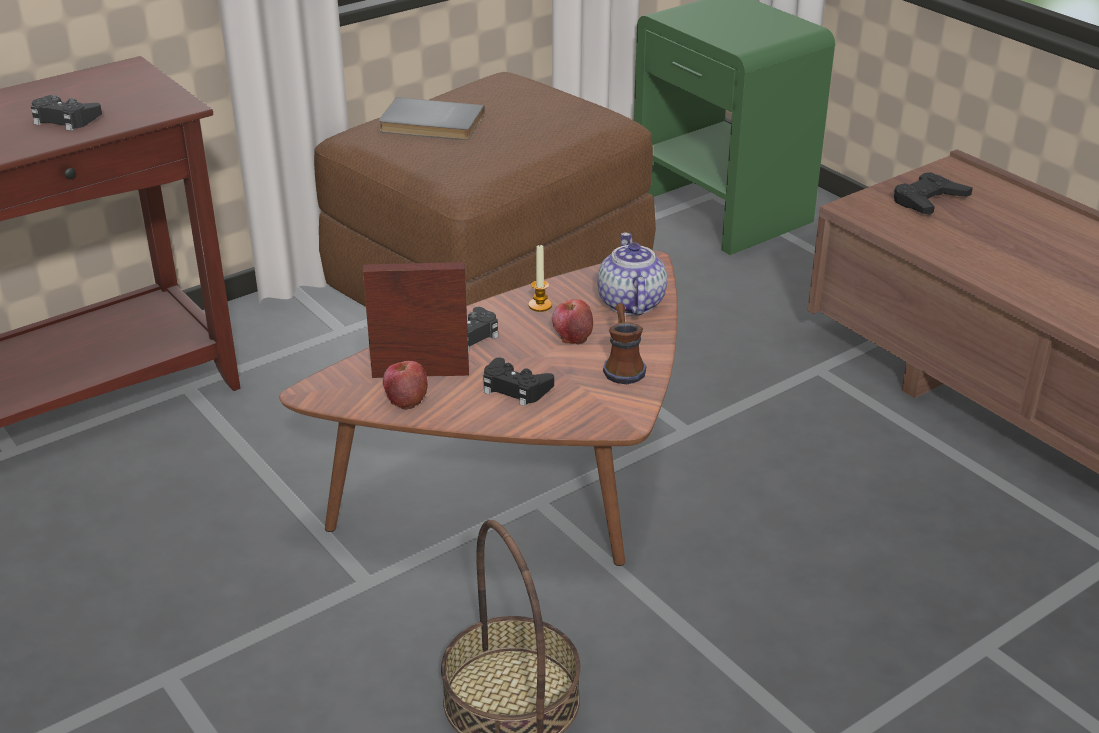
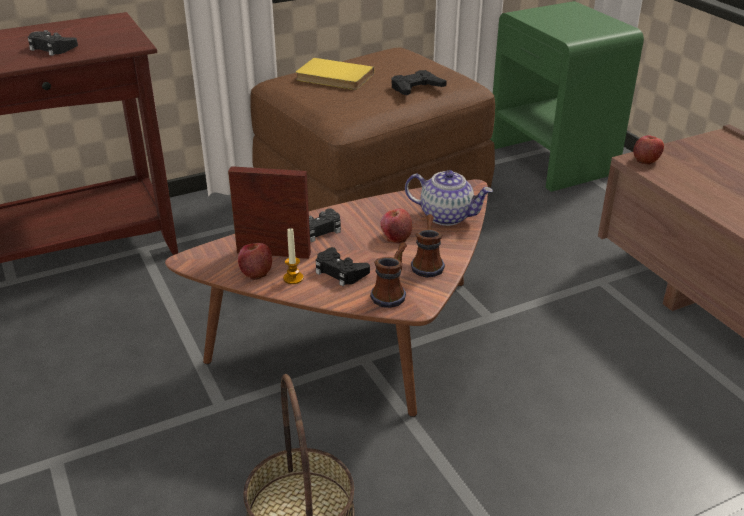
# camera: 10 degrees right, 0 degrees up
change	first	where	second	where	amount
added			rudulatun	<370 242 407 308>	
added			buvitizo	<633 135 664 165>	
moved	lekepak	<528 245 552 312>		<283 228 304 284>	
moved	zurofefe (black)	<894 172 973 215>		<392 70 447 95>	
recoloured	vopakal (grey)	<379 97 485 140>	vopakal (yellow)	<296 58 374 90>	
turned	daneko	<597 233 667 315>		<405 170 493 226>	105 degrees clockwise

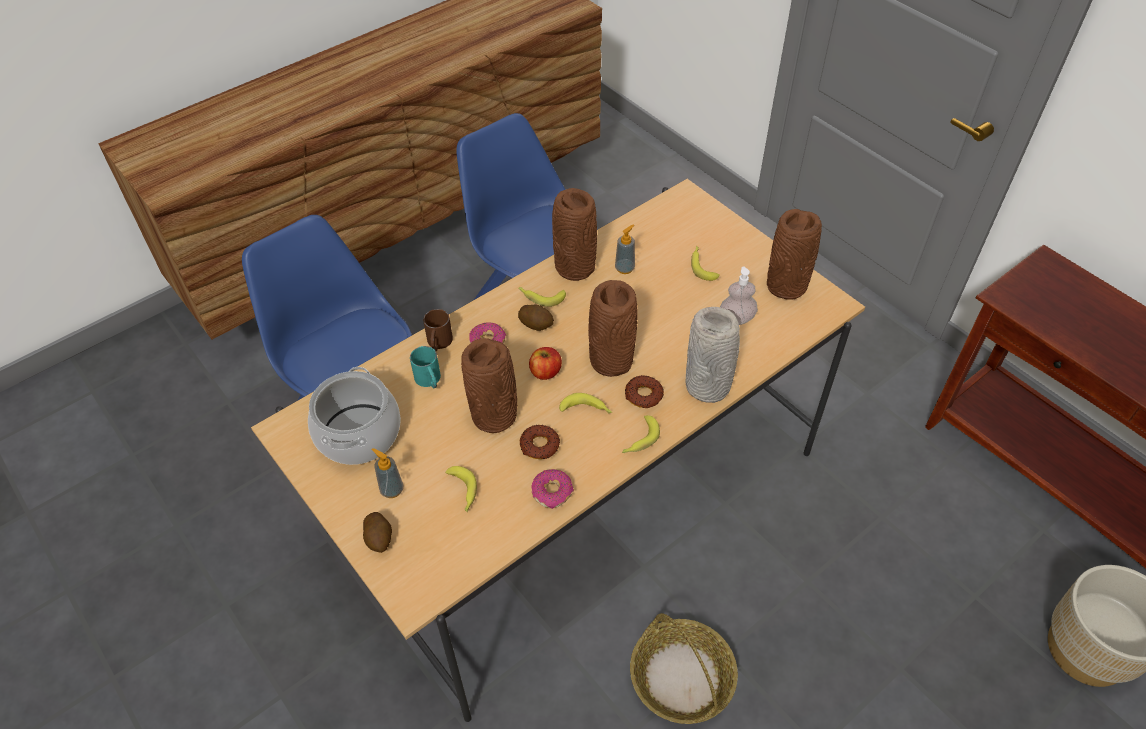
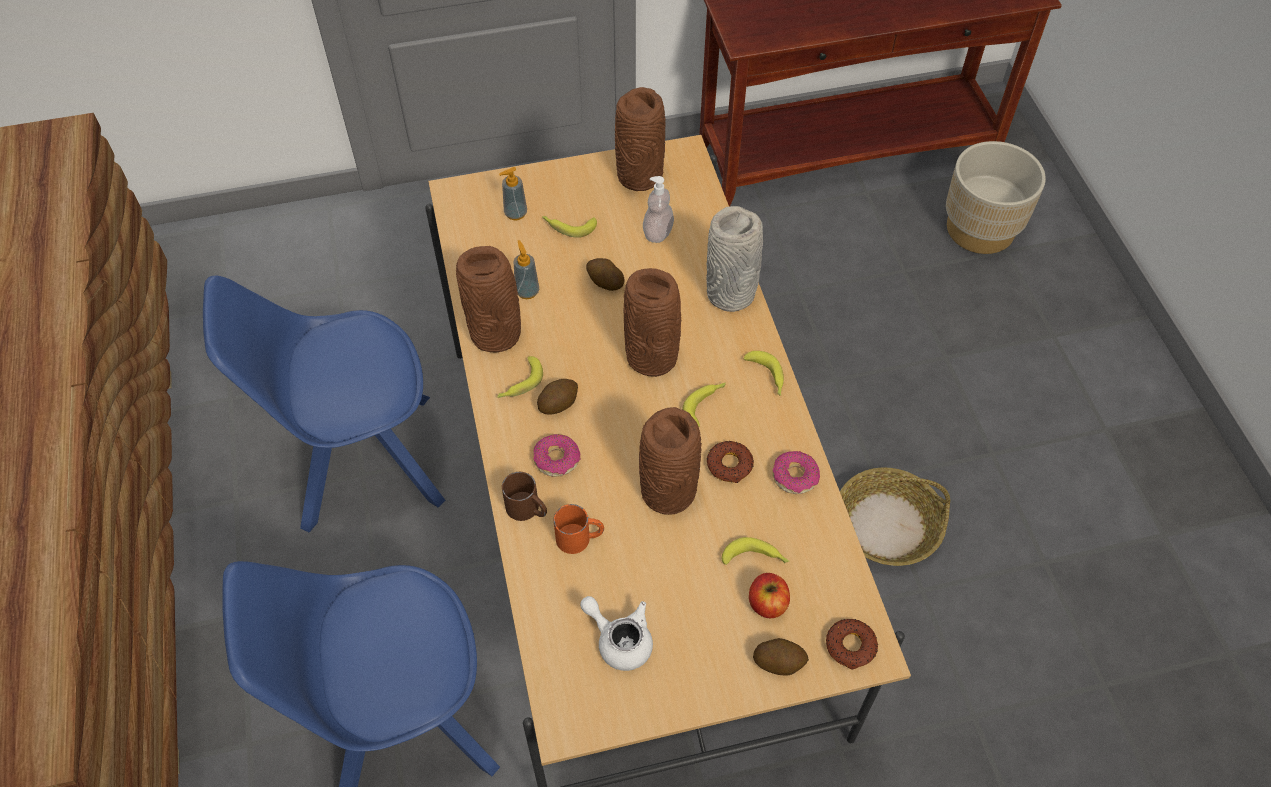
# camera: 65 degrees left, 5 degrees up
change	first	where	second	where	amount
added			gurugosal	<586 258 624 291>	
moved	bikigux	<372 448 404 498>		<499 167 527 220>	
moved	buvitizo	<529 347 562 380>		<749 573 790 618>	
moved	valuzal	<625 375 664 408>		<826 619 878 670>	
replaced	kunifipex	<308 367 401 465>	daneko (white)	<580 596 653 671>	
recoloured	rudulatun (turquoise)	<410 346 441 388>	rudulatun (orange)	<554 504 604 554>	

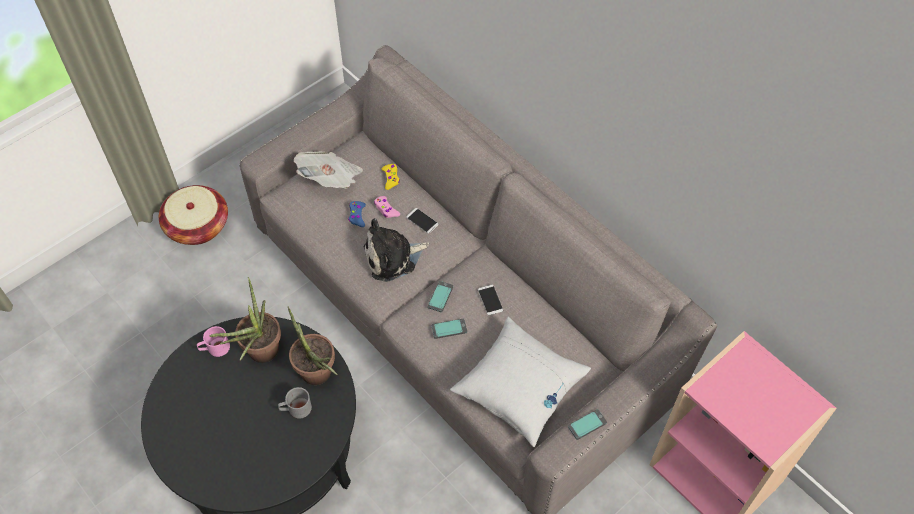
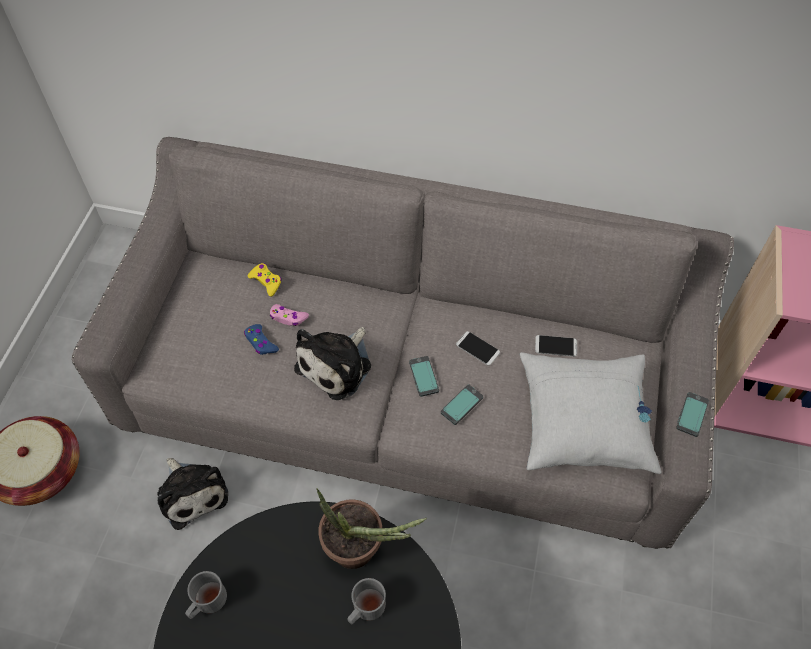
# camera: 35 degrees left, 0 degrees up
change	first	where	second	where	amount
removed	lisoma	<210 277 281 363>			
removed	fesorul	<294 152 363 189>			
added			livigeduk	<157 458 228 530>	
moved	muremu	<406 208 438 234>		<535 335 577 357>	
recoloured	rudulatun (pink)	<197 326 230 357>	rudulatun (grey)	<185 571 227 619>	

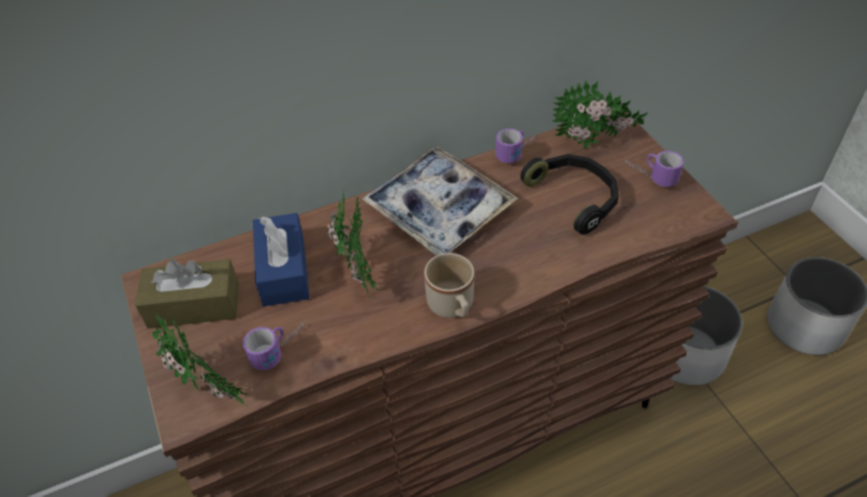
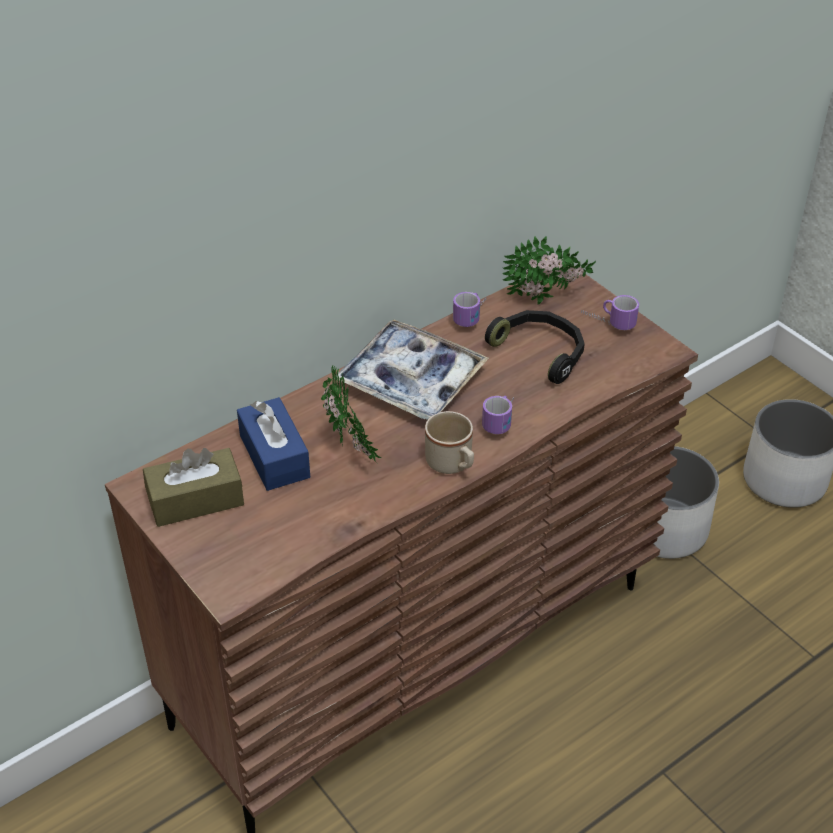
# camera: 15 degrees left, 5 degrees down
change	first	where	second	where	amount
removed	lisoma	<153 314 249 406>			
moved	rudulatun	<243 323 304 370>		<482 396 514 434>	

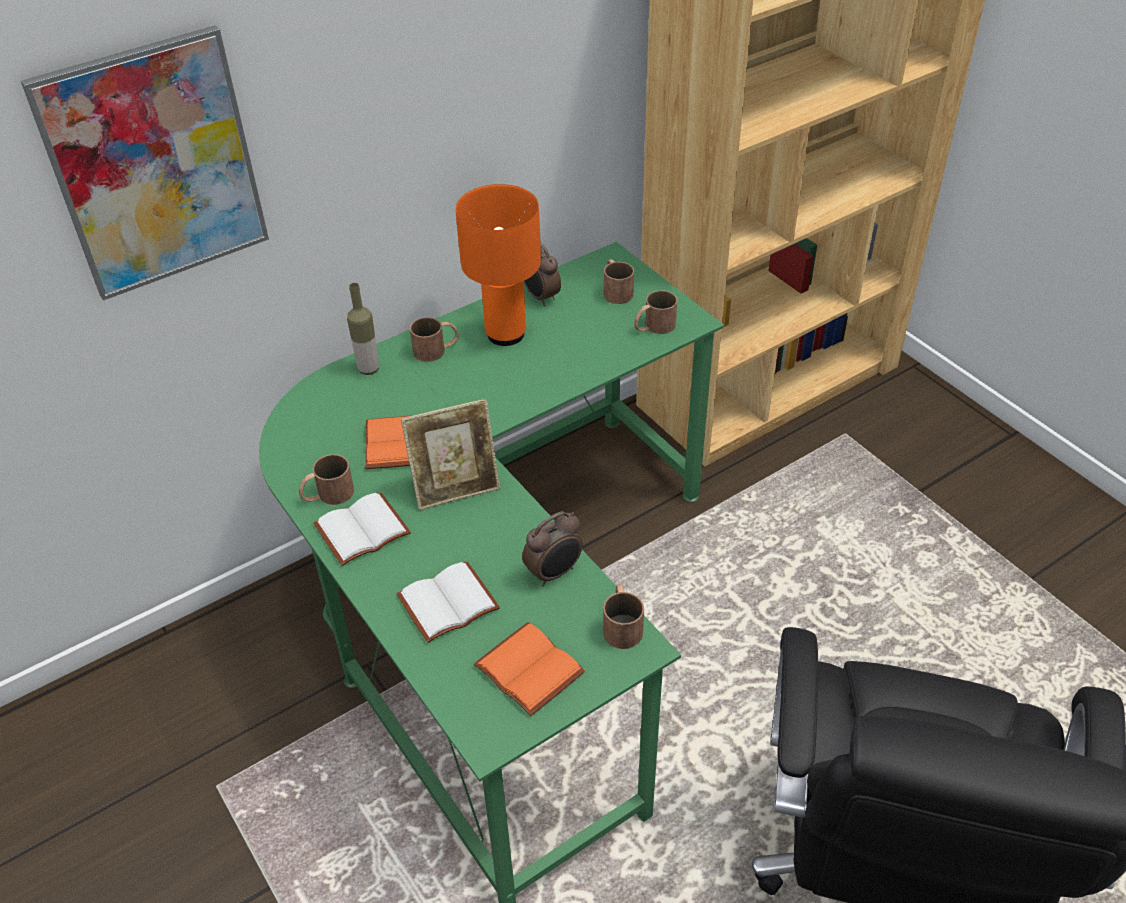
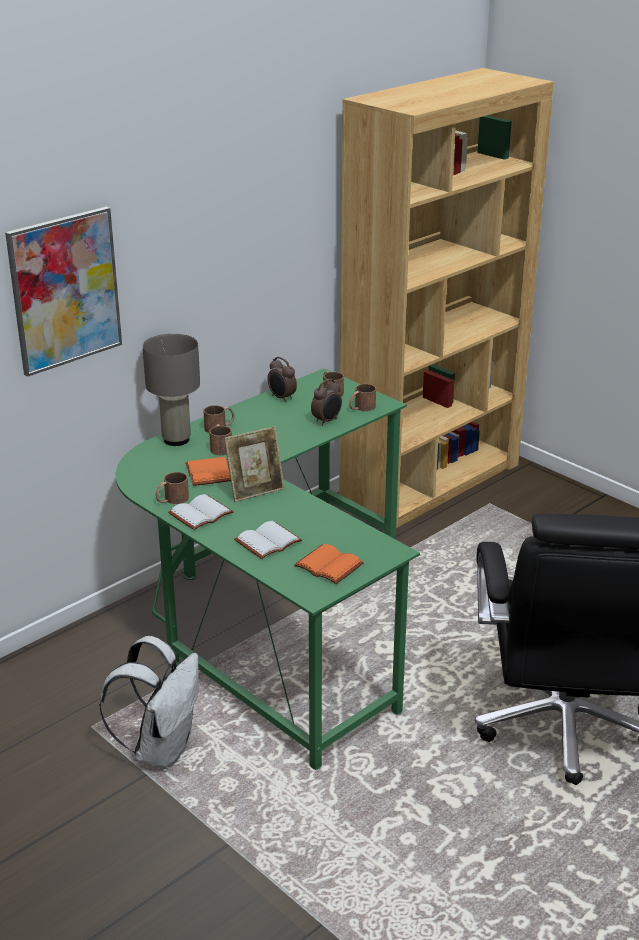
# camera: 10 degrees left, 15 degrees down
change	first	where	second	where	amount
removed	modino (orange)	<456 184 541 346>			
added			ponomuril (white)	<100 636 199 769>	
moved	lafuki	<522 511 583 586>		<311 379 342 426>	
moved	rudulatun (brown)	<603 584 644 649>		<209 424 232 455>	
replaced	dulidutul	<347 283 379 375>	modino (grey)	<143 334 200 446>	

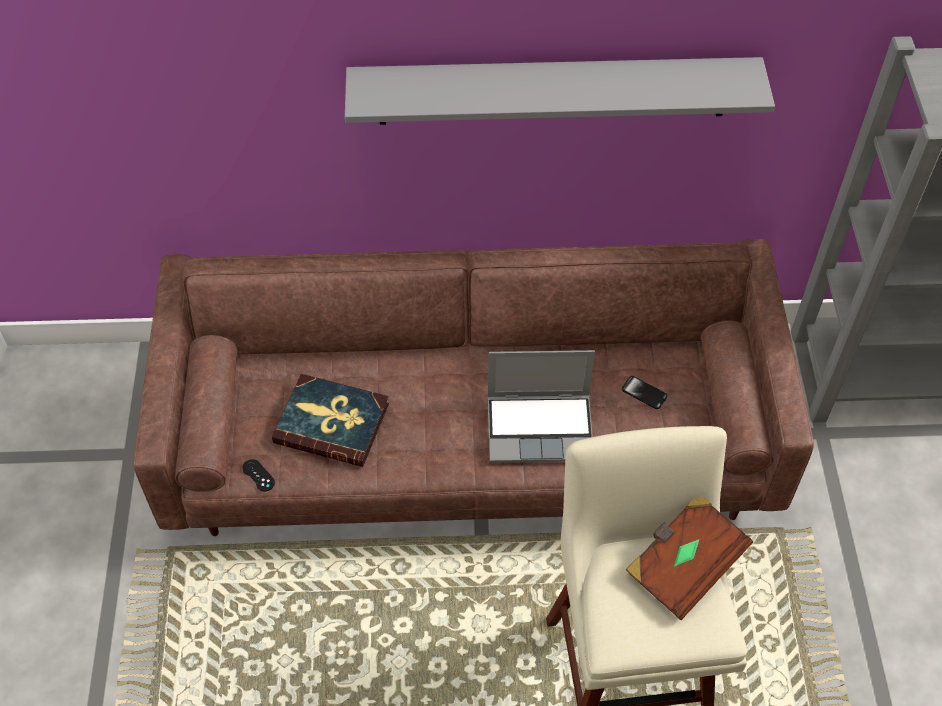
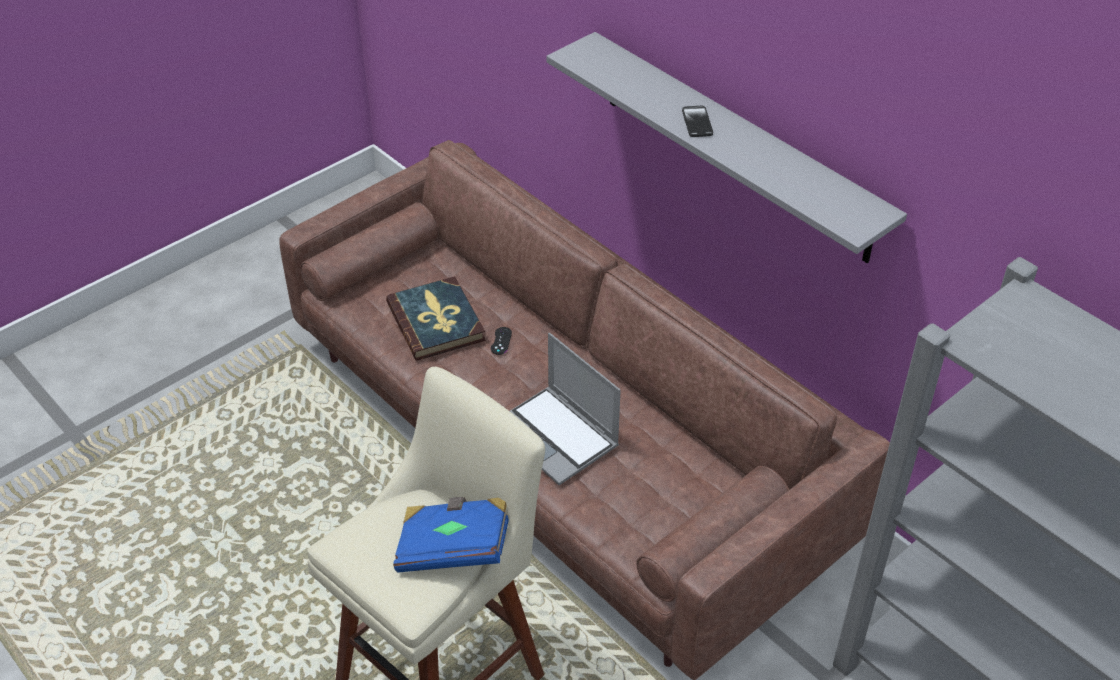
# camera: 50 degrees right, 10 degrees down
change	first	where	second	where	amount
moved	zurofefe (black)	<242 459 275 491>		<491 327 512 355>	
moved	muremu	<622 376 667 409>		<682 106 713 137>	
recoloured	vopakal (brown)	<626 497 753 620>	vopakal (blue)	<393 497 509 573>	

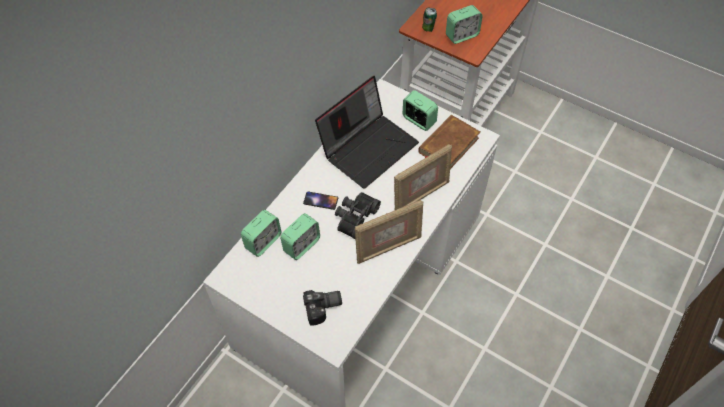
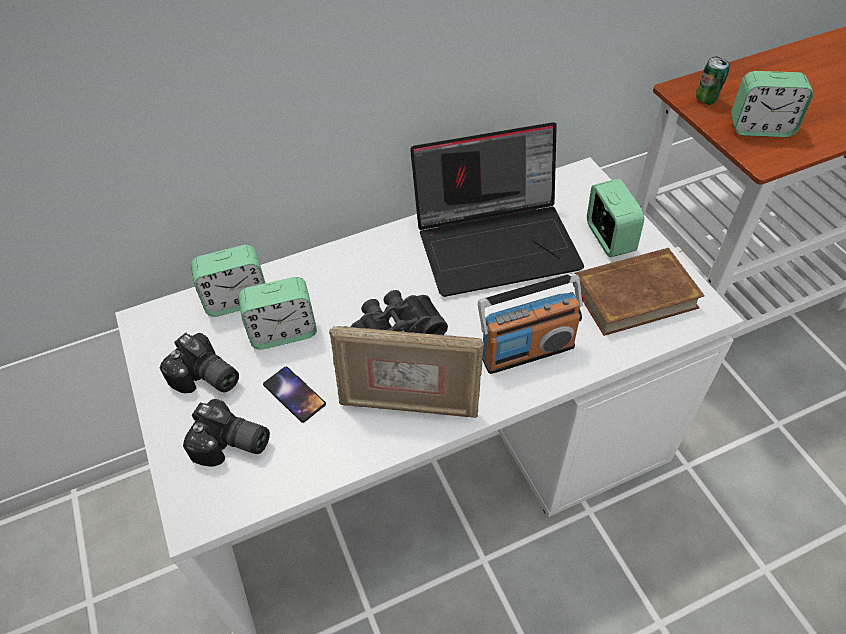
# camera: 35 degrees right, 5 degrees down
change	first	where	second	where	amount
added			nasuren	<159 333 239 393>	
moved	muremu	<303 192 338 210>		<263 367 326 423>	
replaced	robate	<394 144 452 210>	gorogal	<478 273 583 374>	

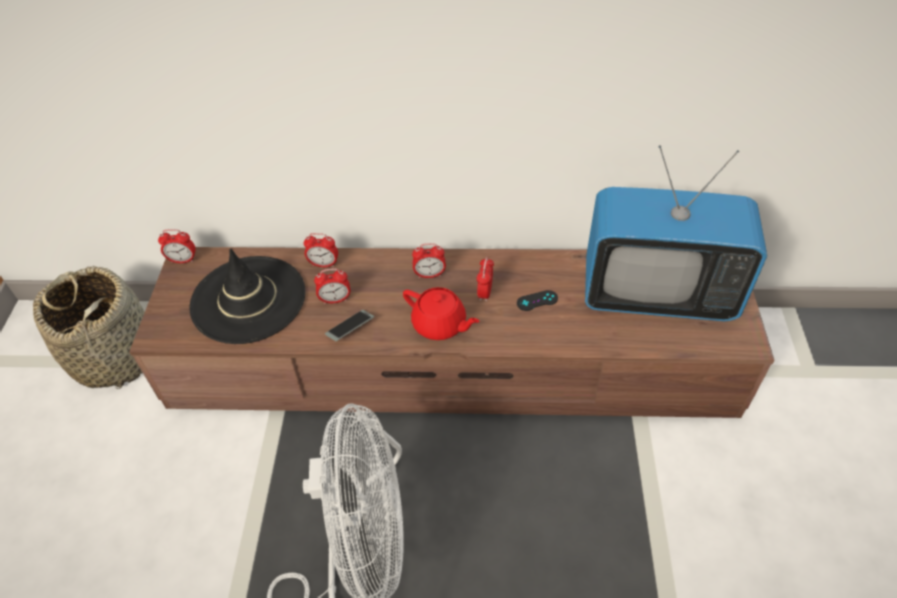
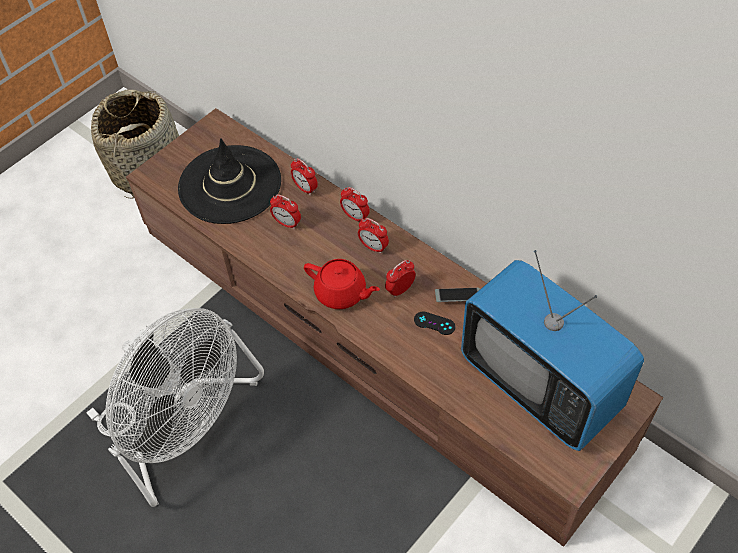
# camera: 40 degrees right, 5 degrees up
change	first	where	second	where	amount
moved	lafuki	<158 229 196 263>		<340 187 370 221>	
moved	muremu	<325 310 374 341>		<435 288 480 302>	
turned	daneko (red)	<403 287 480 340>		<304 259 380 309>	45 degrees counterclockwise

